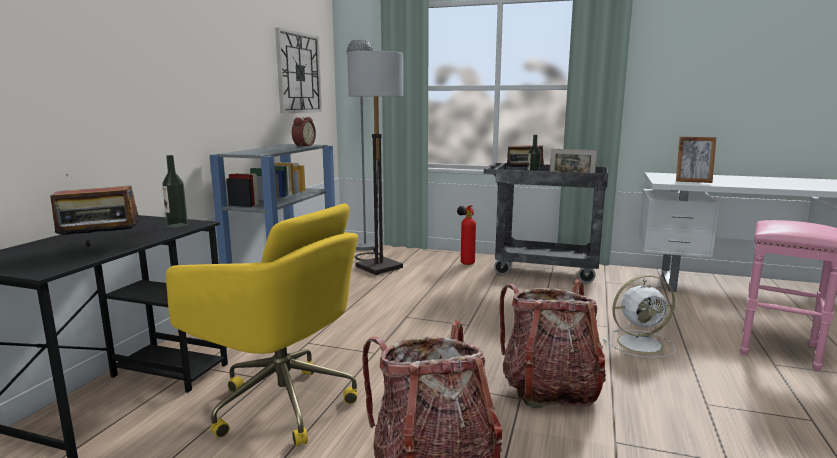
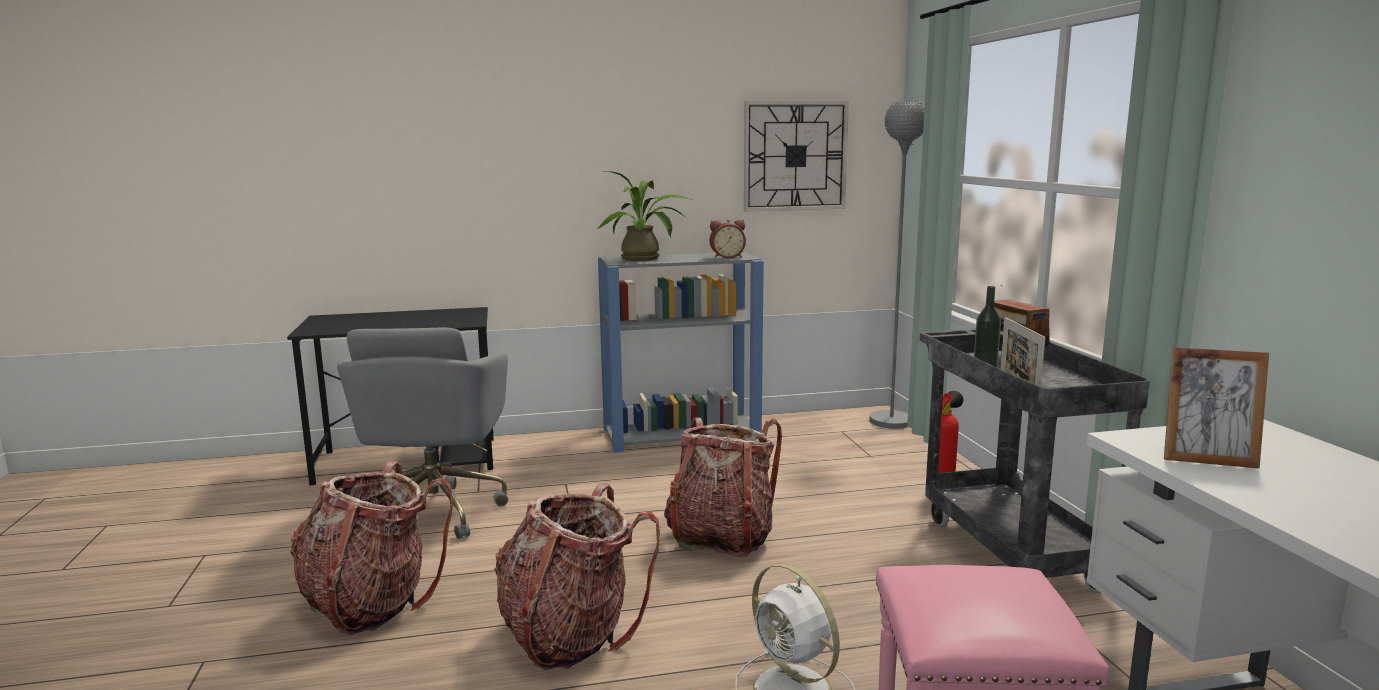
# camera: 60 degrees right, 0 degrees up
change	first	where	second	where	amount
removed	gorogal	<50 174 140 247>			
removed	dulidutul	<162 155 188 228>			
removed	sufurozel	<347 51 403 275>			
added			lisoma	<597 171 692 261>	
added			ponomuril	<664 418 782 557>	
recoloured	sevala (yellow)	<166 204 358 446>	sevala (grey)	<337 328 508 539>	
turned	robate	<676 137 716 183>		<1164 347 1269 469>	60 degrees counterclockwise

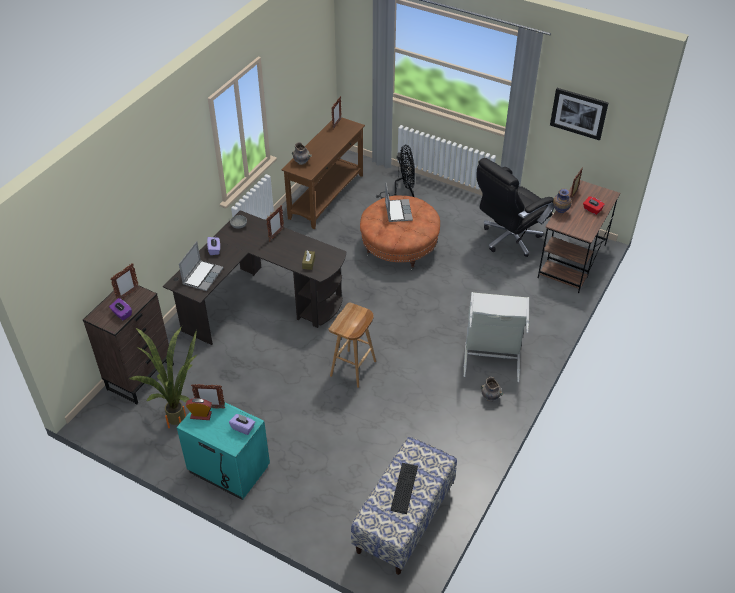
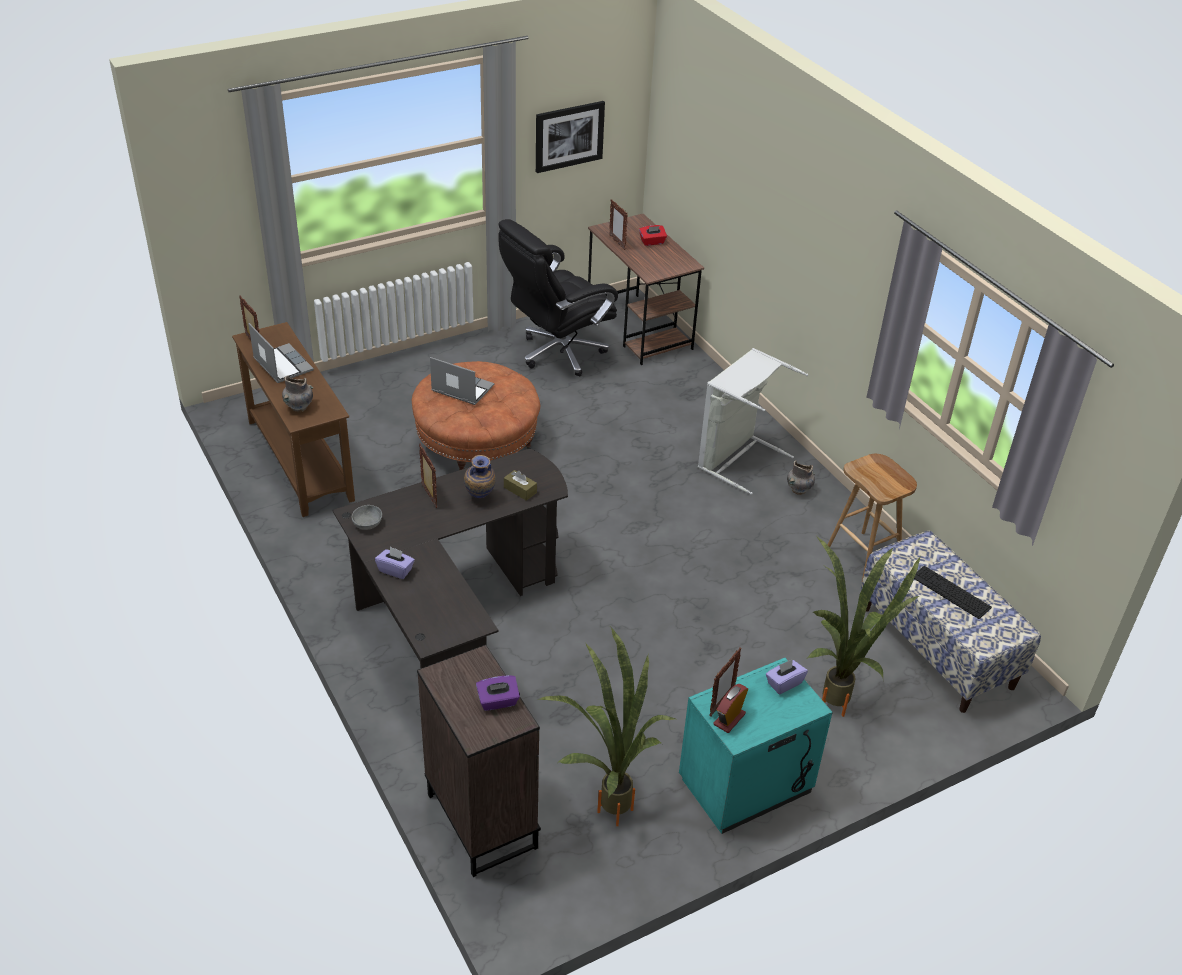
# camera: 60 degrees left, 5 degrees down
change	first	where	second	where	amount
removed	robate	<110 263 139 299>			
removed	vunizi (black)	<375 144 415 198>			
added			lisoma	<807 537 921 717>	
moved	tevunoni	<179 241 224 291>		<248 323 314 383>	
moved	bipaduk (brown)	<328 302 376 388>		<828 454 917 581>	
moved	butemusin	<553 188 572 213>		<464 455 496 498>	
turned	sevala (black)	<476 158 554 257>		<498 219 618 376>	60 degrees clockwise

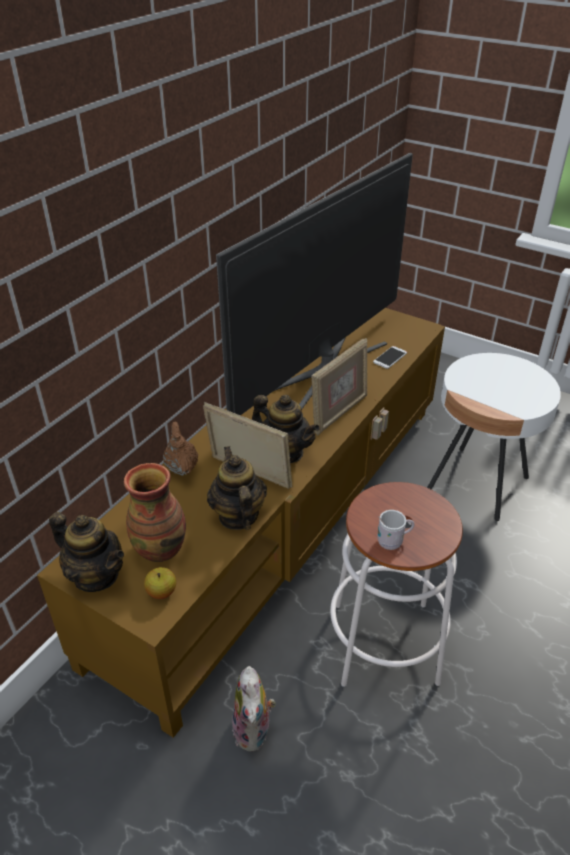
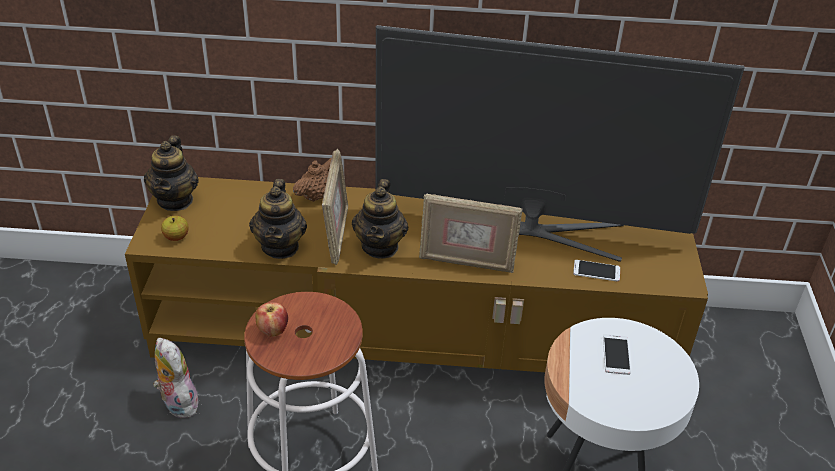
# camera: 60 degrees right, 0 degrees up
change	first	where	second	where	amount
removed	butemusin	<124 463 186 562>			
added			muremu	<603 334 631 375>	
replaced	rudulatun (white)	<377 510 414 550>	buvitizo	<255 302 288 337>	
turned	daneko	<207 446 267 530>		<249 179 307 259>	135 degrees clockwise
turned	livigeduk	<232 666 276 751>		<153 338 198 418>	90 degrees clockwise

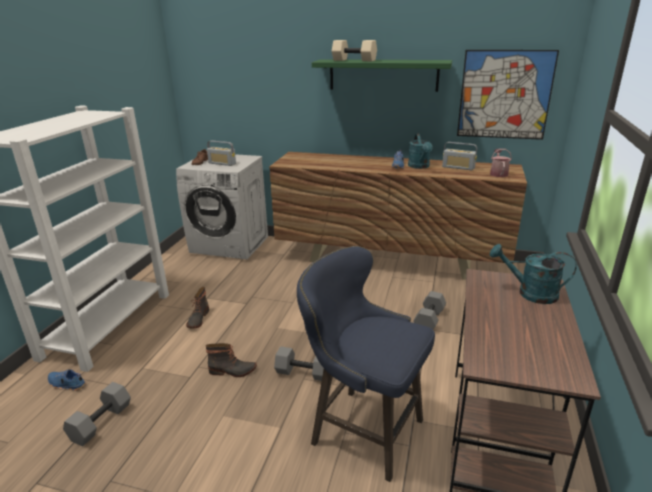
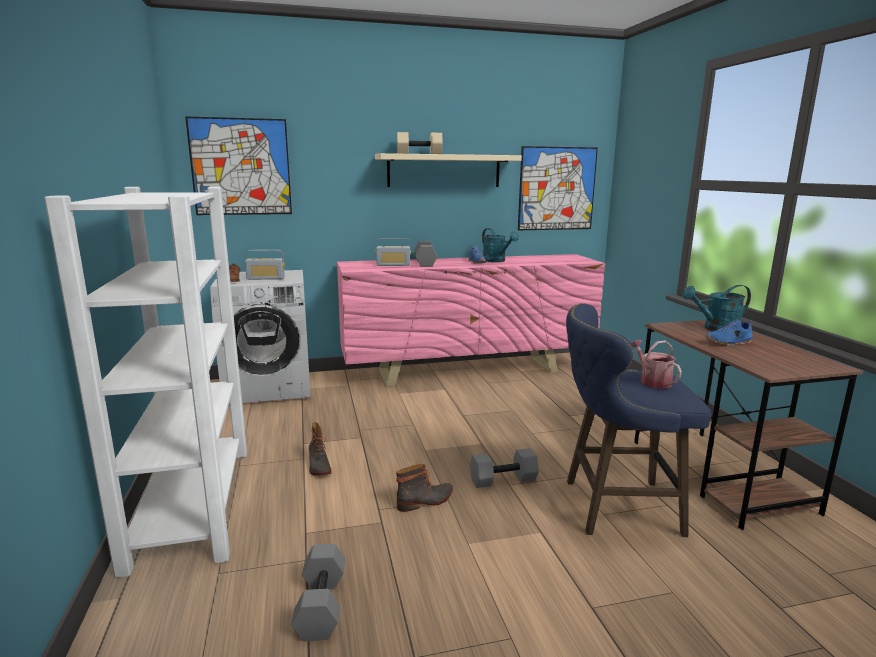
# camera: 30 degrees left, 10 degrees down
change	first	where	second	where	amount
added			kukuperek	<185 116 292 215>	
moved	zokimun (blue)	<48 369 86 391>		<705 320 753 346>	
moved	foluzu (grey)	<413 291 446 329>		<414 241 438 267>	
moved	gorogal	<442 142 477 170>		<376 238 411 266>	
moved	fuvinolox	<490 149 512 177>		<631 340 682 389>	
recoloured	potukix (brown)	<269 152 527 280>	potukix (pink)	<337 254 605 387>	
recoloured	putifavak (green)	<312 59 452 92>	putifavak (beige)	<375 153 522 187>	

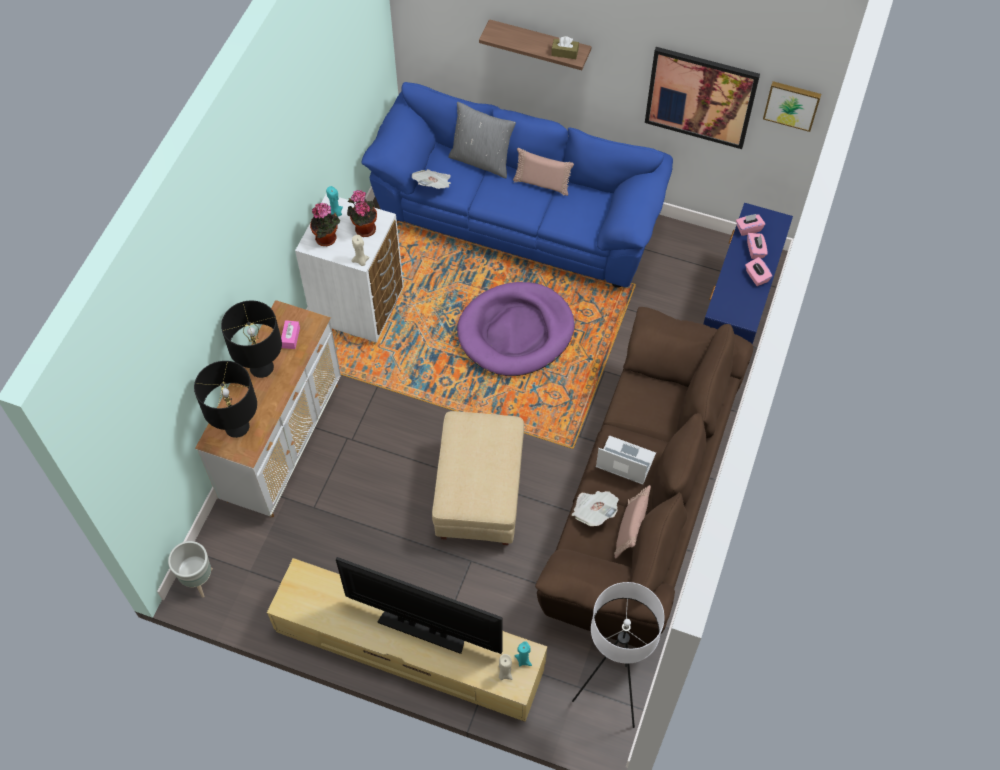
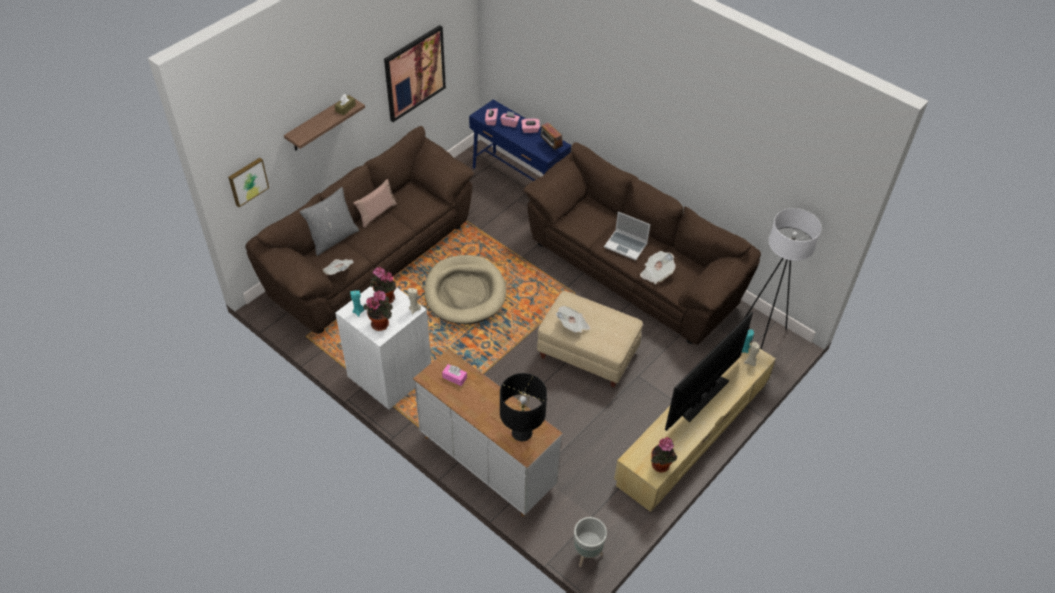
# camera: 70 degrees left, 10 degrees down
change	first	where	second	where	amount
removed	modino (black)	<221 301 282 378>			
removed	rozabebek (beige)	<614 485 651 559>			
added			gorogal	<541 122 563 151>	
added			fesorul	<556 306 590 333>	
added			lisoma	<651 437 677 473>	
moved	kukuperek	<763 81 821 132>		<228 158 269 207>	
recoloured	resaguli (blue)	<361 82 673 288>	resaguli (brown)	<245 126 474 333>	
recoloured	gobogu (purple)	<457 282 574 376>	gobogu (beige)	<424 255 506 324>	
turned	tevunoni	<596 435 656 485>		<604 212 650 260>	105 degrees counterclockwise

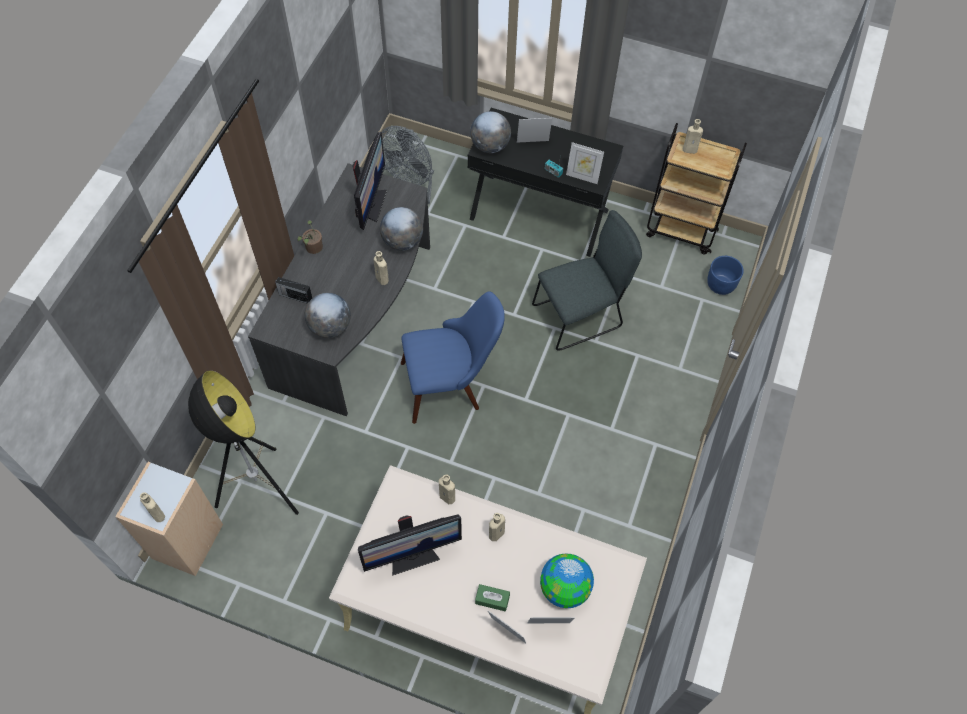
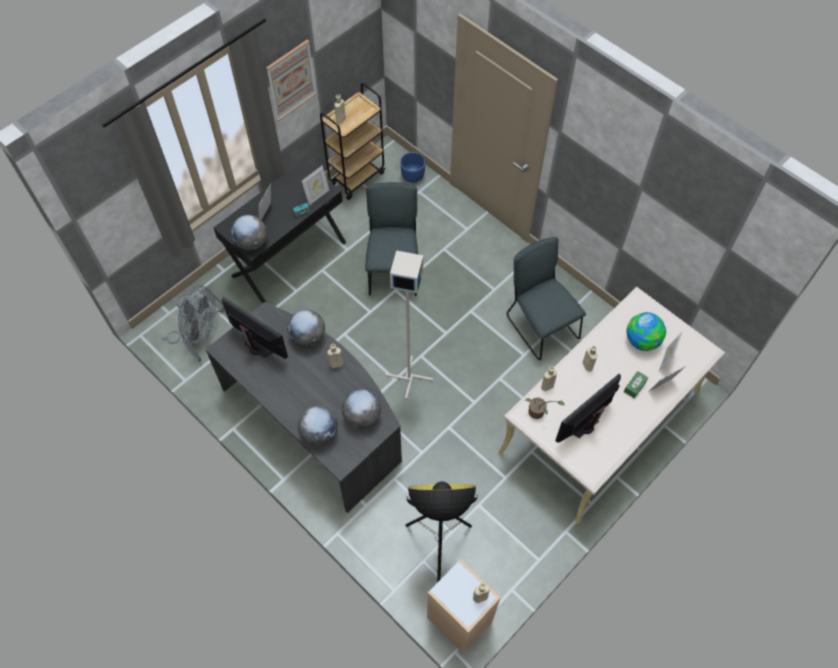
# camera: 65 degrees left, 0 degrees up
change	first	where	second	where	amount
added			kukuperek	<266 39 317 121>	
added			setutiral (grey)	<507 237 586 360>	
moved	lisoma	<298 220 323 254>		<525 397 565 419>	
replaced	gorogal	<275 277 312 304>	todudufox	<298 405 338 445>	
replaced	setutiral (blue)	<401 291 505 424>	sufurozel (grey)	<385 250 433 399>	
turned	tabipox	<358 515 462 576>		<555 374 621 443>	135 degrees counterclockwise
turned	vunizi (grey)	<382 126 434 204>		<161 285 224 362>	45 degrees counterclockwise

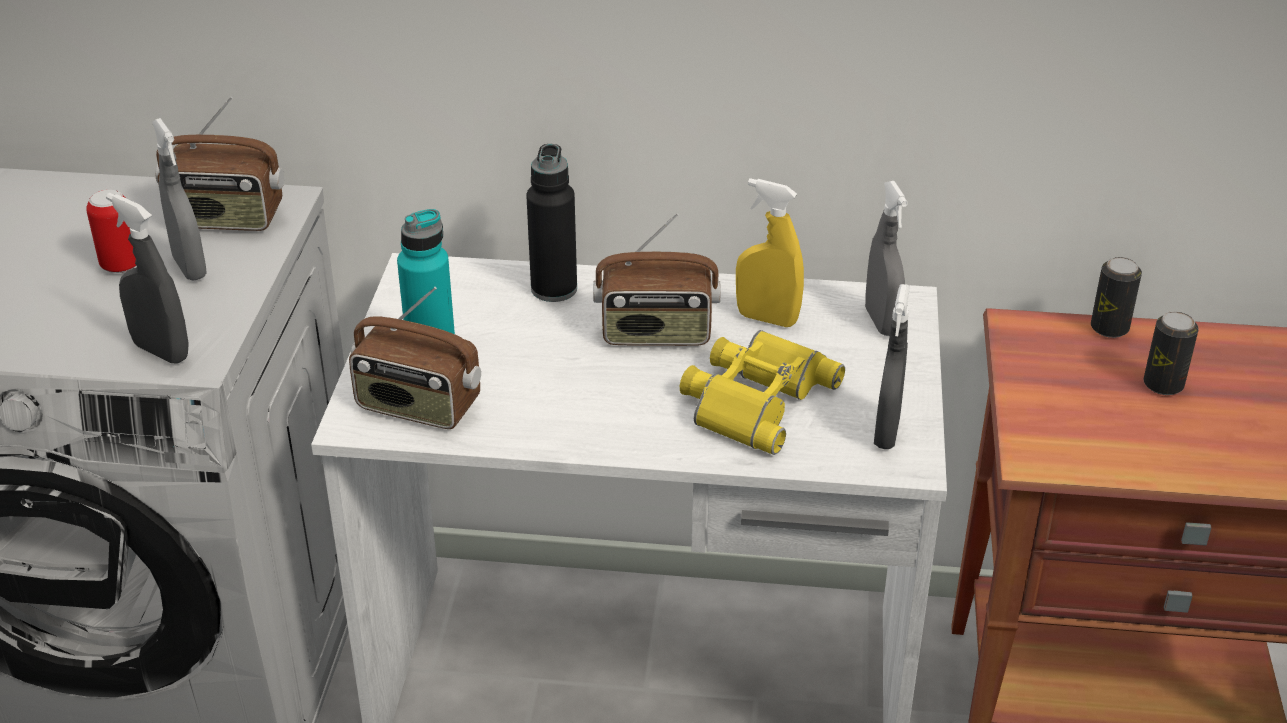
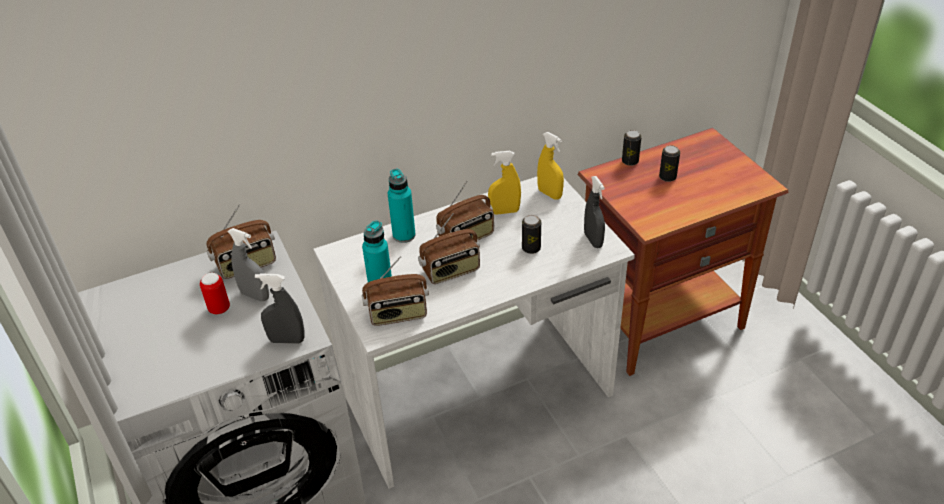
# camera: 30 degrees left, 5 degrees up
change	first	where	second	where	amount
added			gorogal	<418 213 480 284>	
replaced	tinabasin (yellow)	<680 330 845 455>	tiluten	<522 215 541 254>	
recoloured	dulidutul (black)	<526 144 577 302>	dulidutul (turquoise)	<388 169 416 243>	
recoloured	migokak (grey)	<865 181 908 336>	migokak (yellow)	<537 132 564 200>	

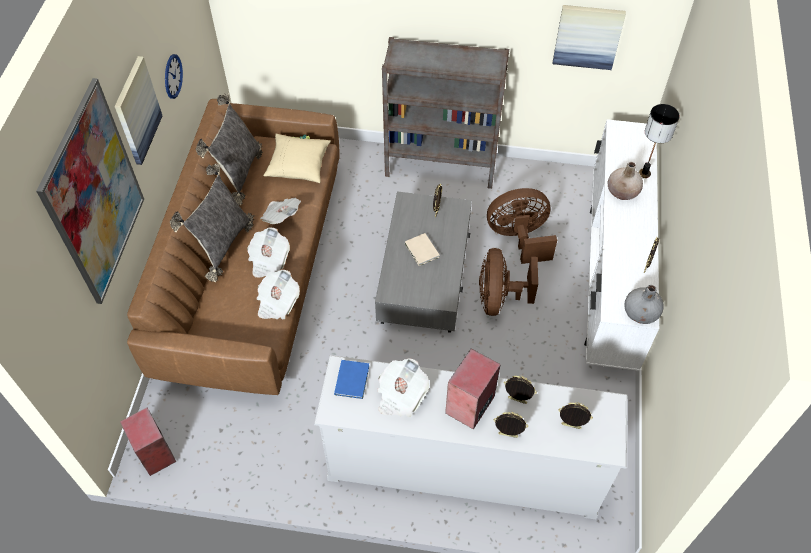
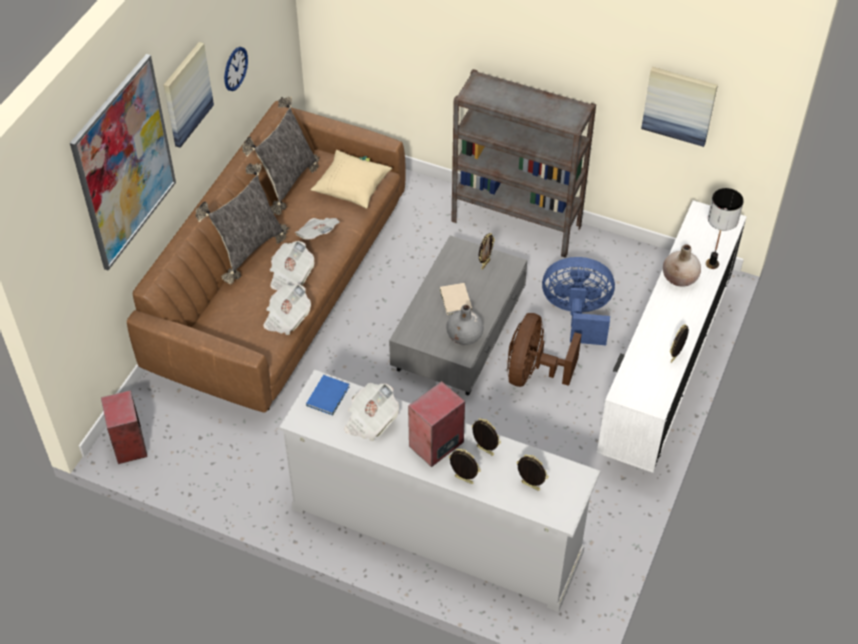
# camera: 15 degrees right, 5 degrees down
change	first	where	second	where	amount
moved	butemusin (grey)	<624 285 664 324>		<446 304 484 345>	
recoloured	vunizi (brown)	<487 188 557 264>	vunizi (blue)	<542 257 615 345>	

